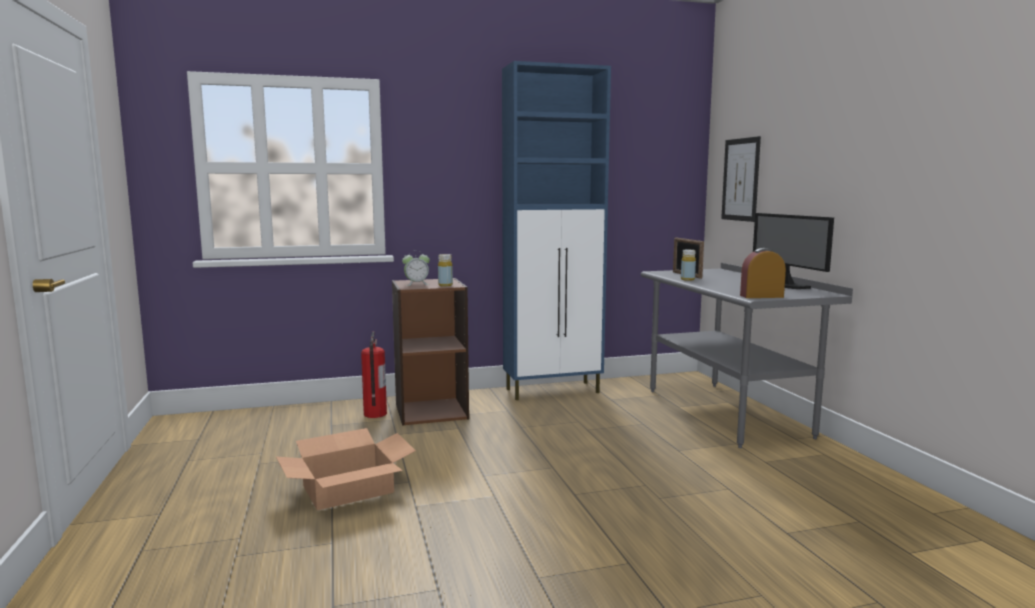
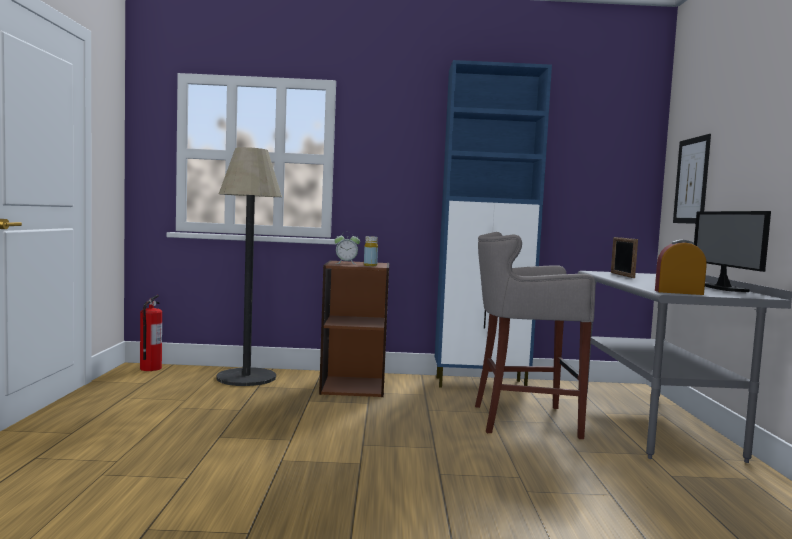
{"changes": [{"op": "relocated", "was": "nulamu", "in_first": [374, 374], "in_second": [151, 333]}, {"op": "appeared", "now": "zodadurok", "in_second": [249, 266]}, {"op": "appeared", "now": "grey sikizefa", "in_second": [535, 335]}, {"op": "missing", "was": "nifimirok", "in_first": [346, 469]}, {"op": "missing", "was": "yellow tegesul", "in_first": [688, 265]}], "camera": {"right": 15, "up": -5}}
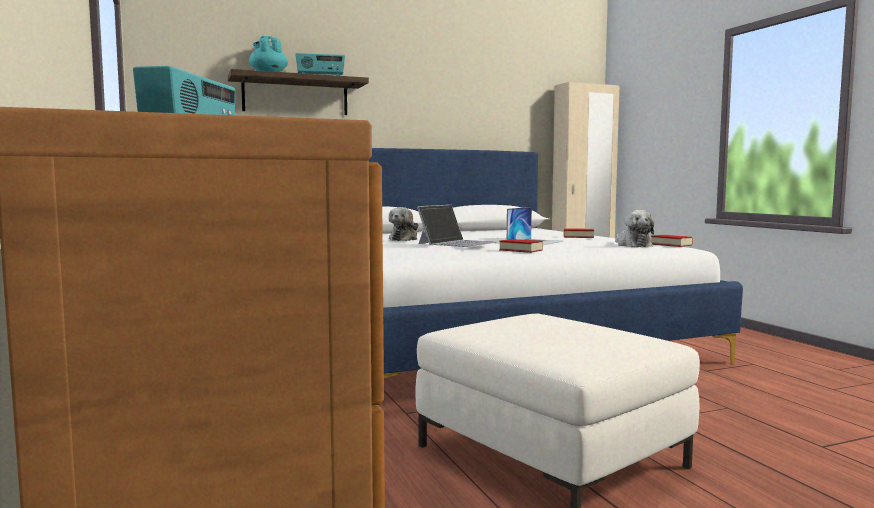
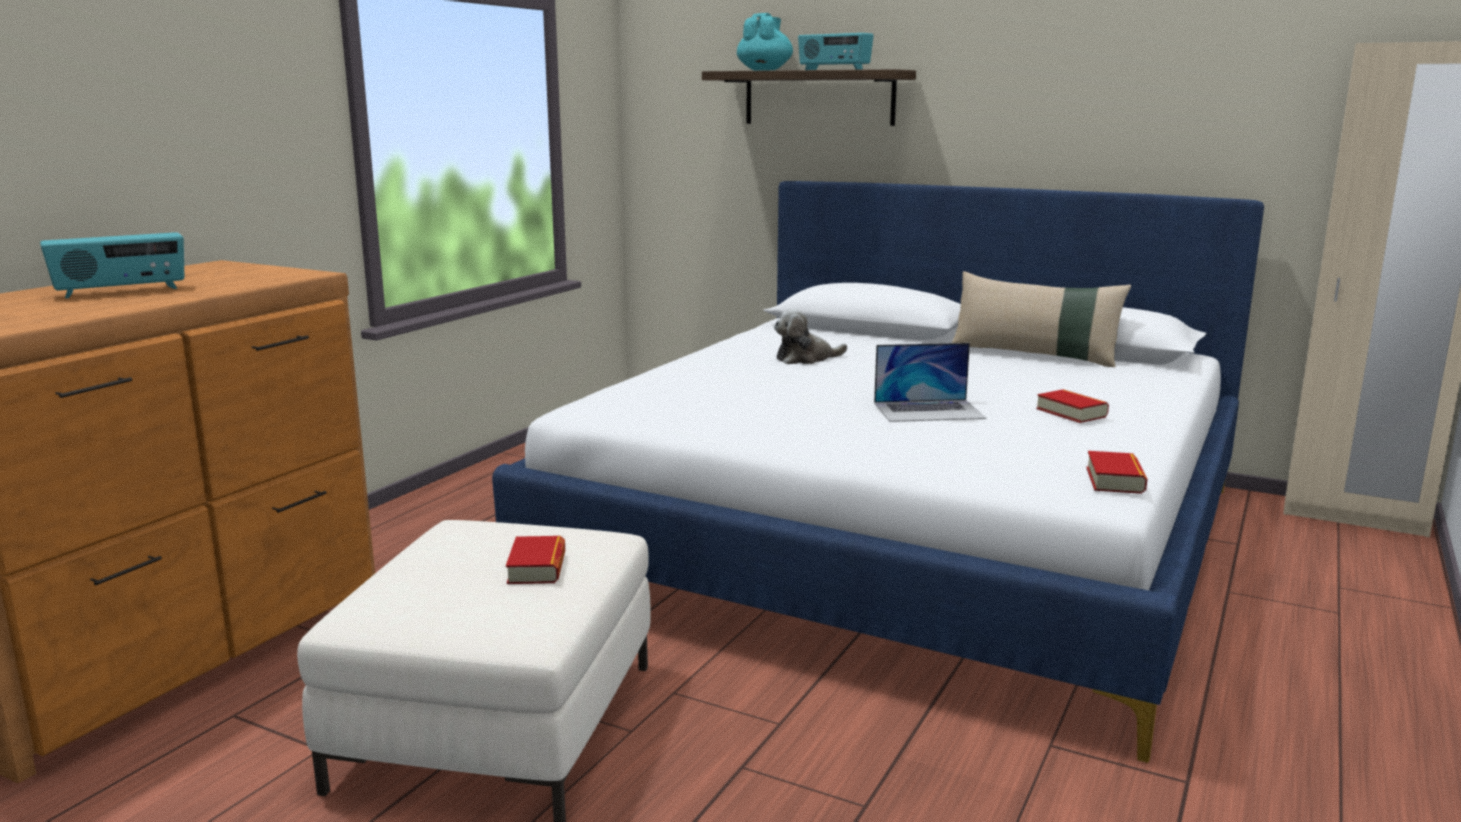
{"changes": [{"op": "relocated", "was": "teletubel", "in_first": [521, 246], "in_second": [535, 560]}, {"op": "appeared", "now": "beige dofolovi", "in_second": [1041, 319]}, {"op": "missing", "was": "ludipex", "in_first": [457, 226]}, {"op": "missing", "was": "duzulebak", "in_first": [635, 228]}], "camera": {"right": 50, "up": 10}}
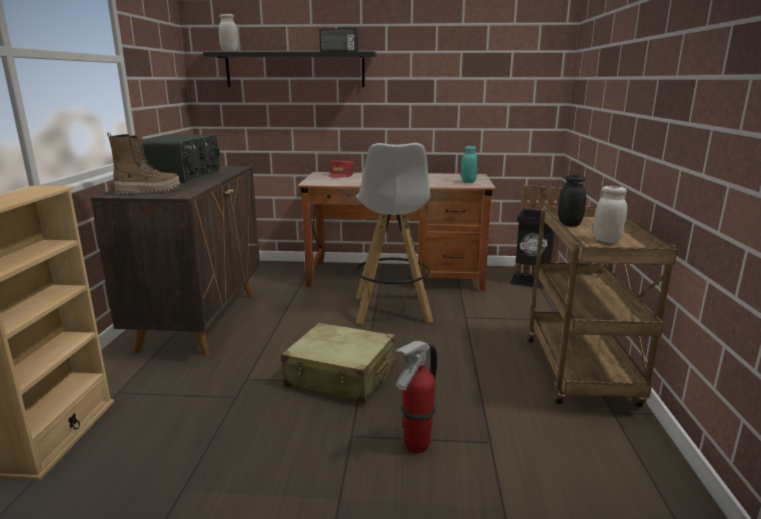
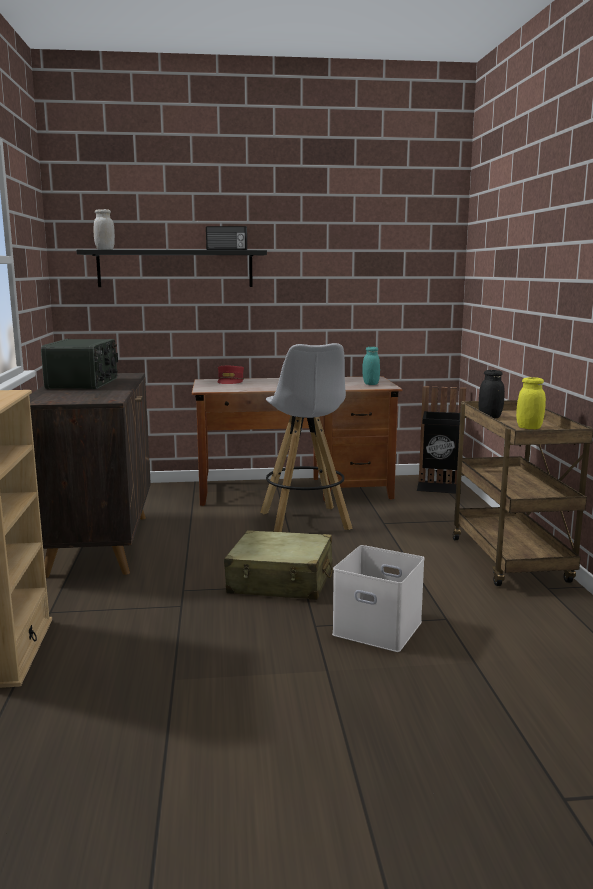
{"changes": [{"op": "exchanged", "was": "nulamu", "now": "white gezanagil", "in_first": [416, 397], "in_second": [378, 598]}, {"op": "colour", "was": "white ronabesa", "now": "yellow ronabesa", "in_first": [610, 214], "in_second": [531, 403]}, {"op": "missing", "was": "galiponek", "in_first": [143, 164]}], "camera": {"right": -10, "up": -5}}
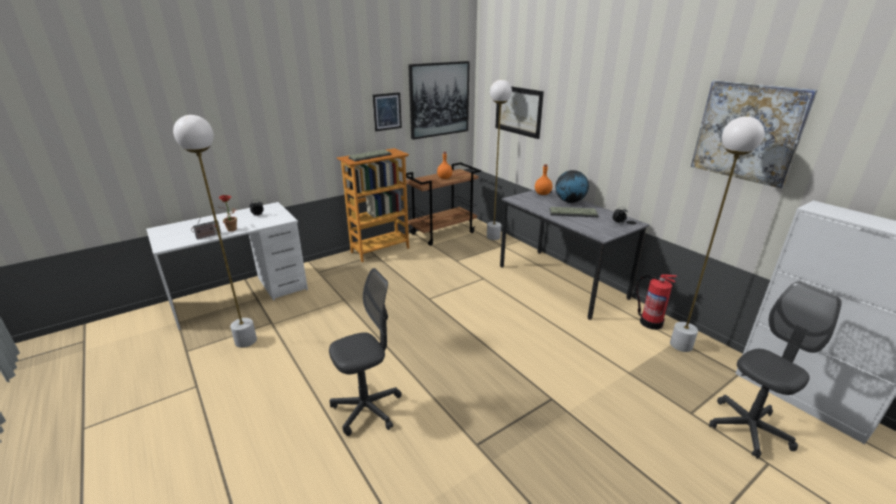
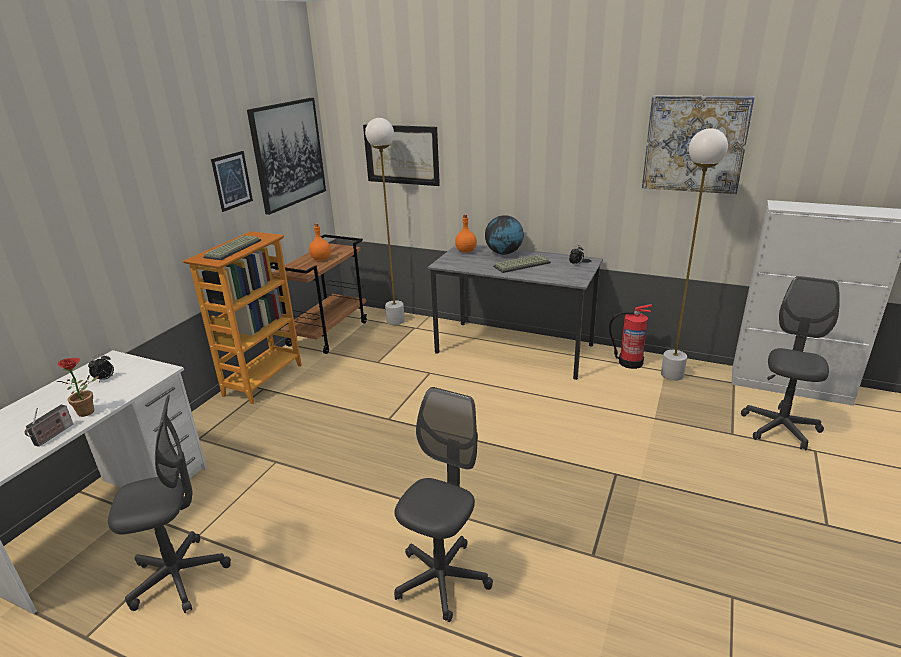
{"changes": [{"op": "exchanged", "was": "white zodadurok", "now": "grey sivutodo", "in_first": [215, 231], "in_second": [169, 504]}], "camera": {"right": -30, "up": 0}}
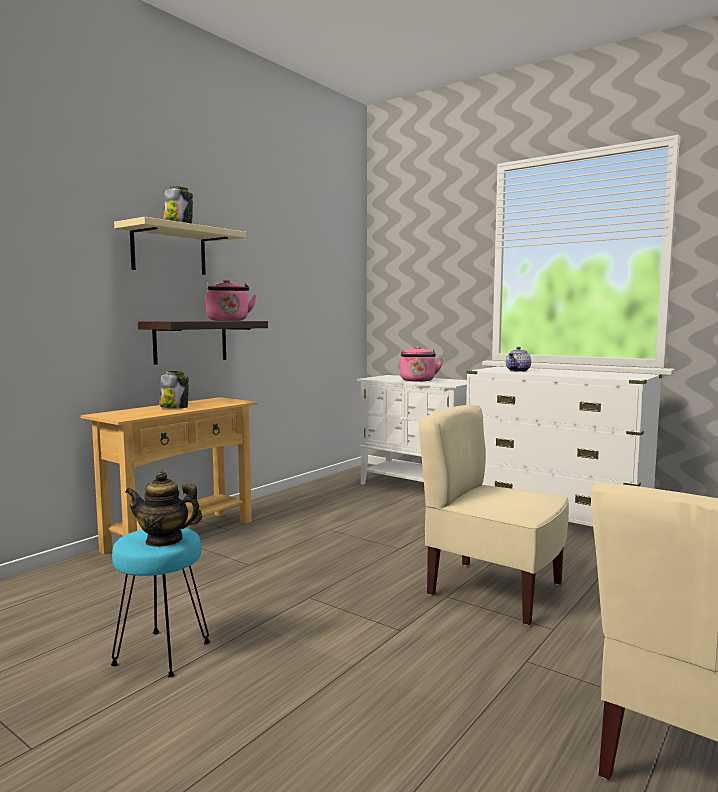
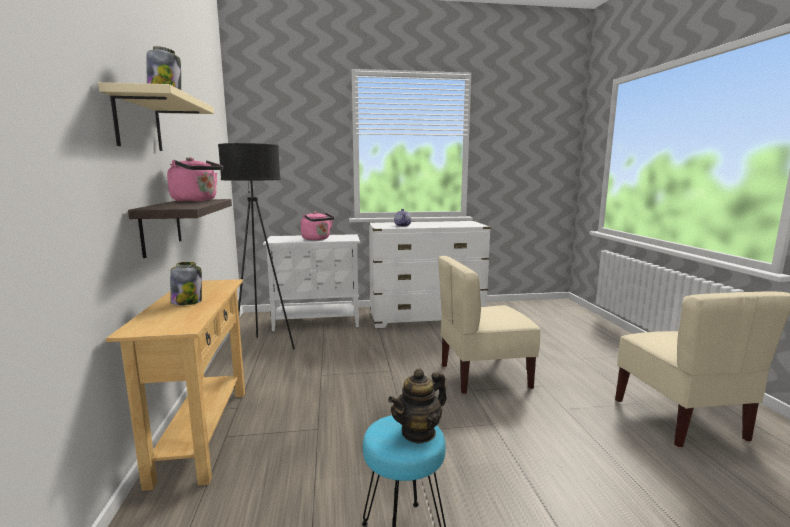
{"changes": [{"op": "appeared", "now": "black zodadurok", "in_second": [256, 246]}], "camera": {"right": -45, "up": 5}}
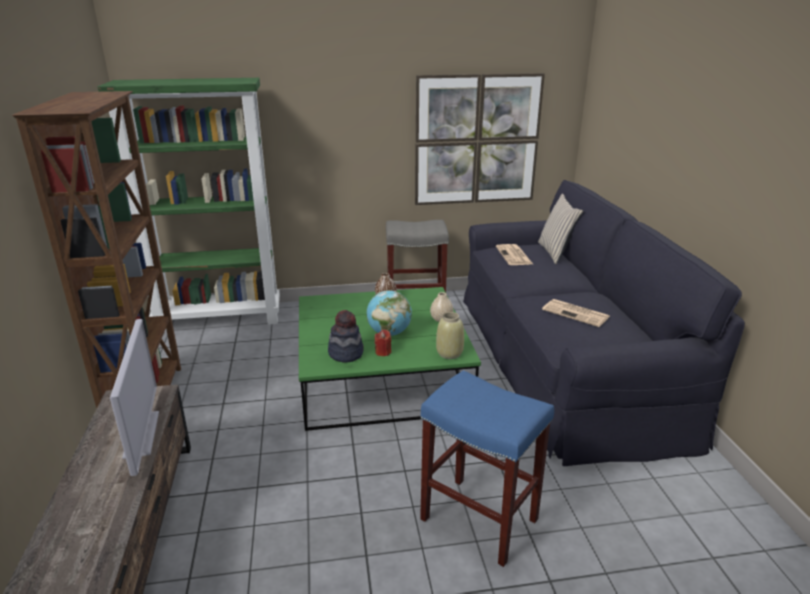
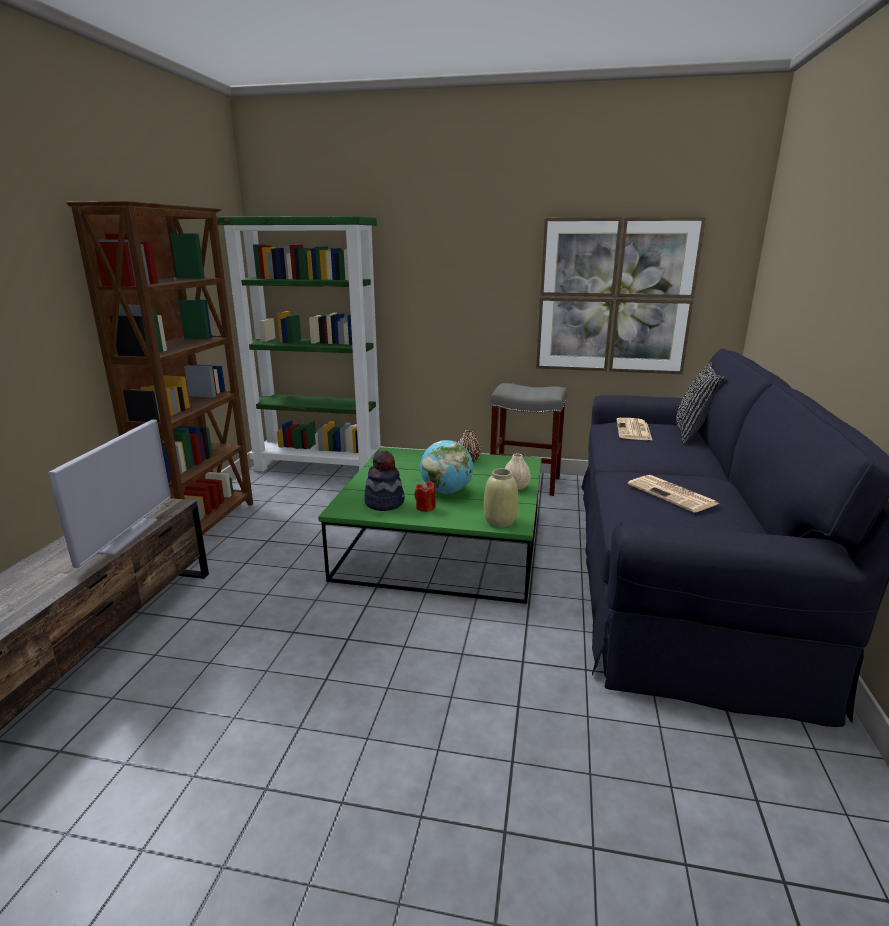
{"changes": [{"op": "colour", "was": "beige dofolovi", "now": "black dofolovi", "in_first": [560, 229], "in_second": [700, 403]}, {"op": "missing", "was": "blue sikizefa", "in_first": [487, 468]}], "camera": {"right": 20, "up": -5}}
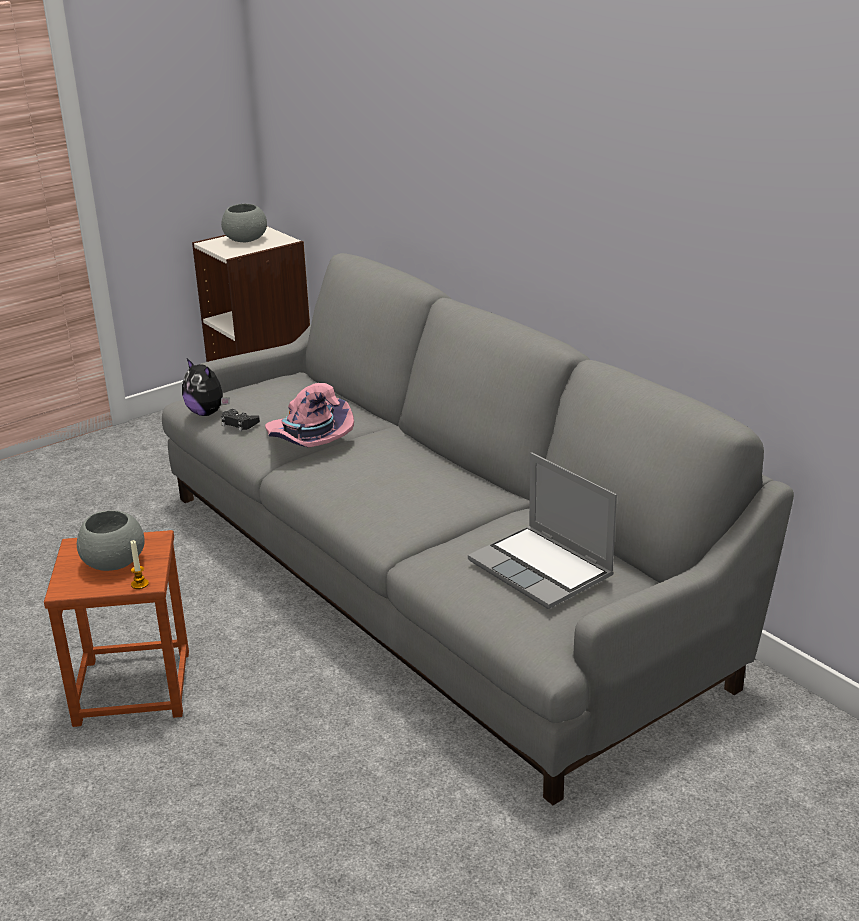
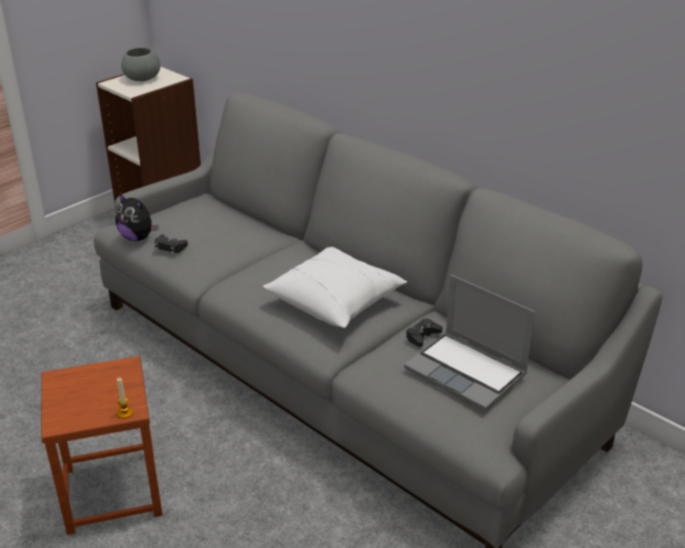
{"changes": [{"op": "appeared", "now": "white dofolovi", "in_second": [335, 287]}, {"op": "appeared", "now": "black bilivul", "in_second": [424, 332]}, {"op": "missing", "was": "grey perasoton", "in_first": [111, 540]}, {"op": "missing", "was": "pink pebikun", "in_first": [309, 415]}], "camera": {"right": -10, "up": 5}}
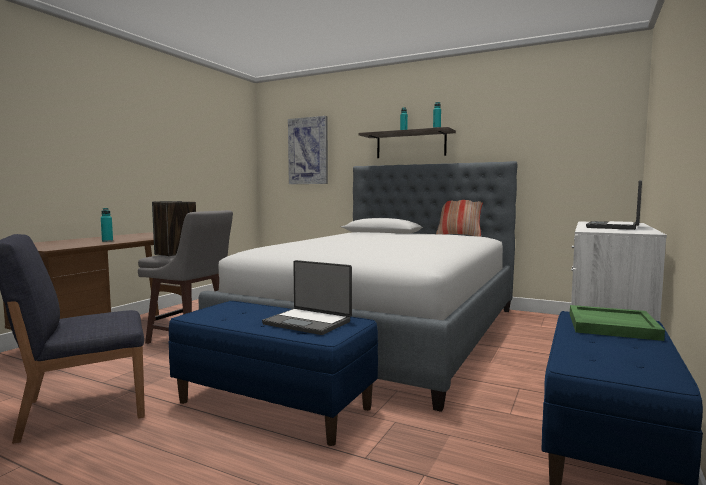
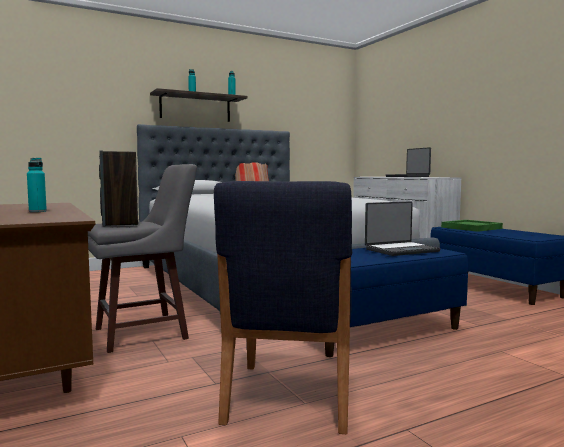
{"changes": [{"op": "missing", "was": "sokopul", "in_first": [308, 150]}], "camera": {"right": -55, "up": 0}}
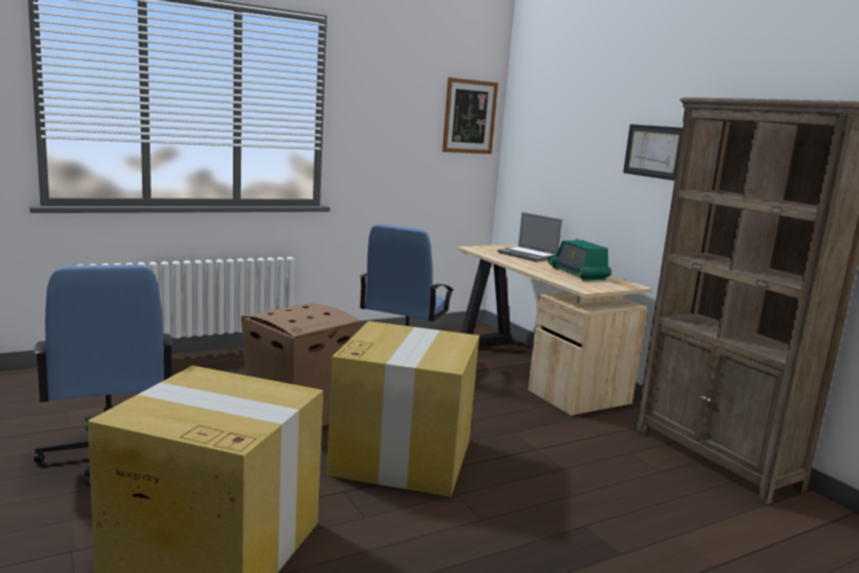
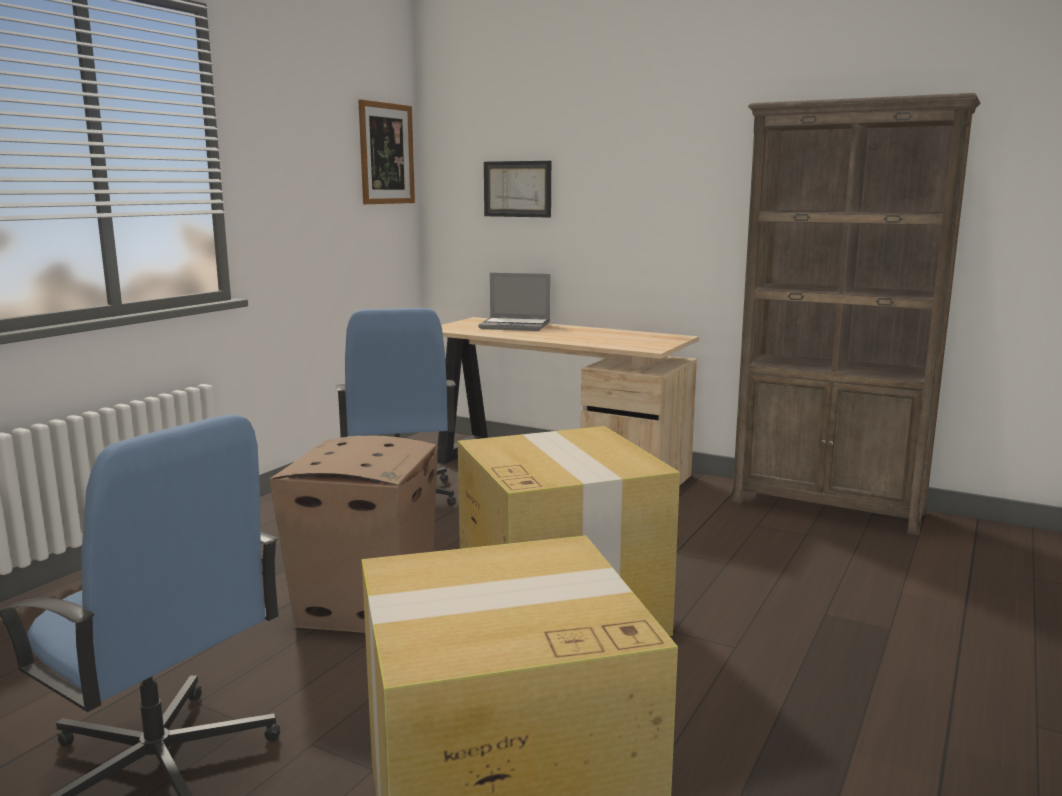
{"changes": [{"op": "relocated", "was": "sokopul", "in_first": [653, 152], "in_second": [517, 189]}, {"op": "missing", "was": "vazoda", "in_first": [579, 260]}], "camera": {"right": -30, "up": 0}}
